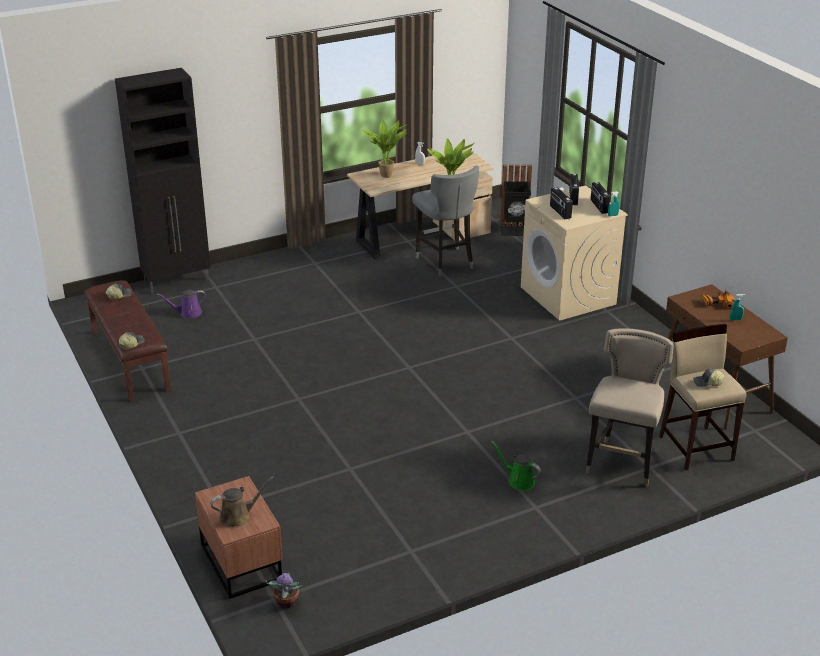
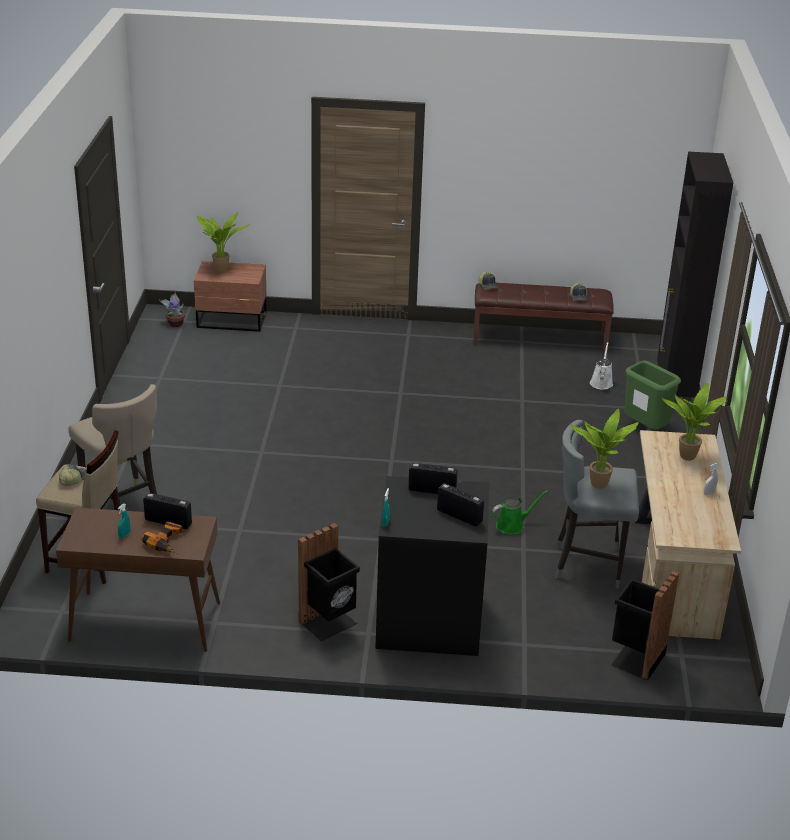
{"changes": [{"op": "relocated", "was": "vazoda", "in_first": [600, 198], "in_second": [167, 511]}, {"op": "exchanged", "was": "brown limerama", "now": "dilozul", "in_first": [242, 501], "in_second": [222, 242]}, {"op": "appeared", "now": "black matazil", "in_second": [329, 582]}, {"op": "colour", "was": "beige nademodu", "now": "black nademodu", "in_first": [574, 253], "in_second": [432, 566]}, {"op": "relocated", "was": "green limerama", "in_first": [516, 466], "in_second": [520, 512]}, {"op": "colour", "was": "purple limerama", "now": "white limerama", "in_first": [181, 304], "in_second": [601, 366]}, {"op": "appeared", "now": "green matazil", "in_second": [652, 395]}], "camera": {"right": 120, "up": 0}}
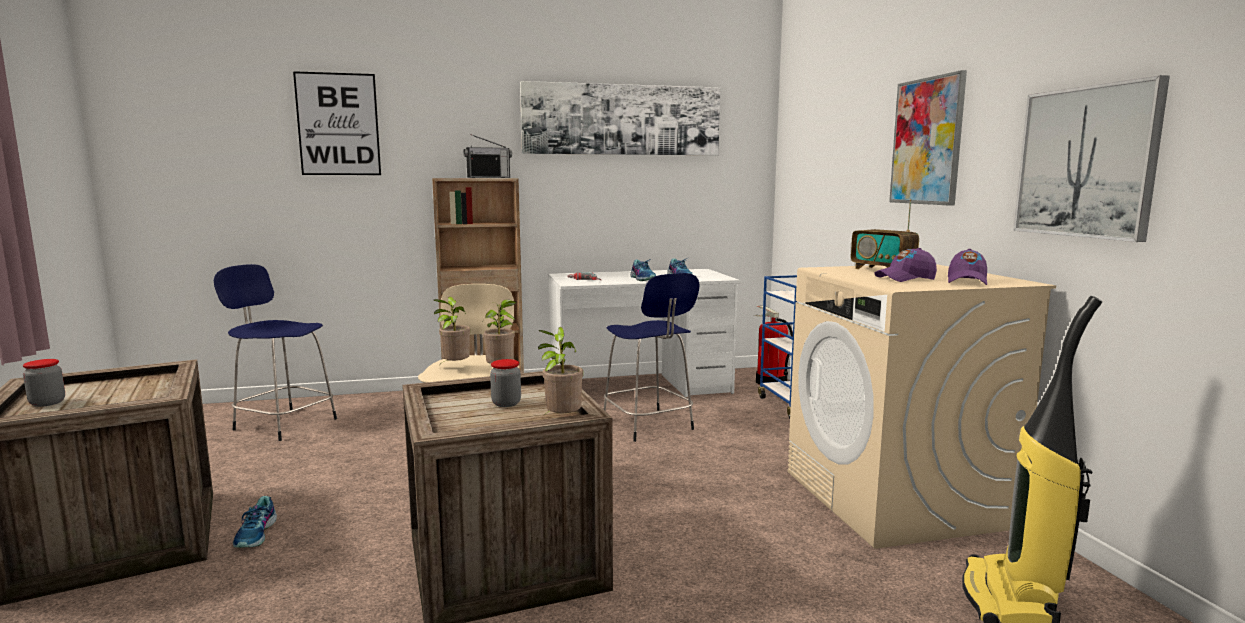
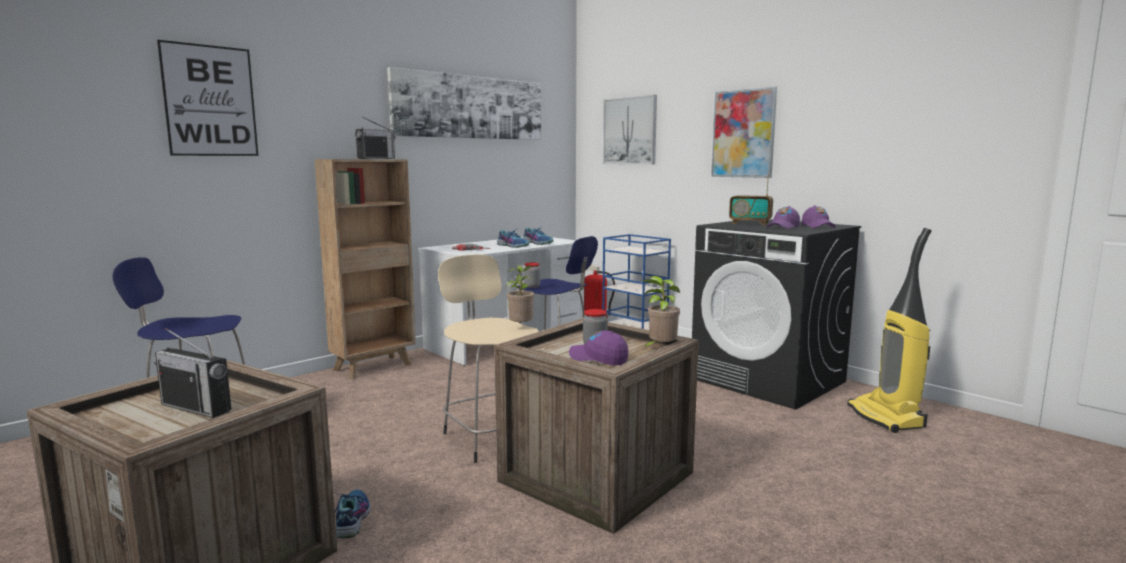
{"changes": [{"op": "appeared", "now": "vazoda", "in_second": [192, 373]}, {"op": "spun", "was": "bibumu", "in_first": [255, 522], "in_second": [352, 513], "clockwise": -150}, {"op": "relocated", "was": "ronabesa", "in_first": [44, 383], "in_second": [532, 275]}, {"op": "appeared", "now": "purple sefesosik", "in_second": [599, 347]}, {"op": "relocated", "was": "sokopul", "in_first": [1091, 158], "in_second": [630, 130]}, {"op": "colour", "was": "beige nademodu", "now": "black nademodu", "in_first": [922, 406], "in_second": [776, 314]}, {"op": "missing", "was": "dilozul", "in_first": [452, 330]}], "camera": {"right": -30, "up": 0}}
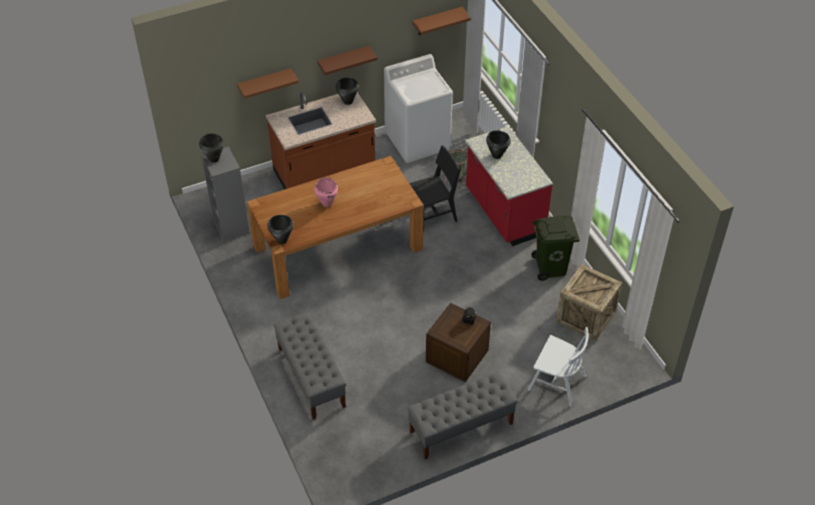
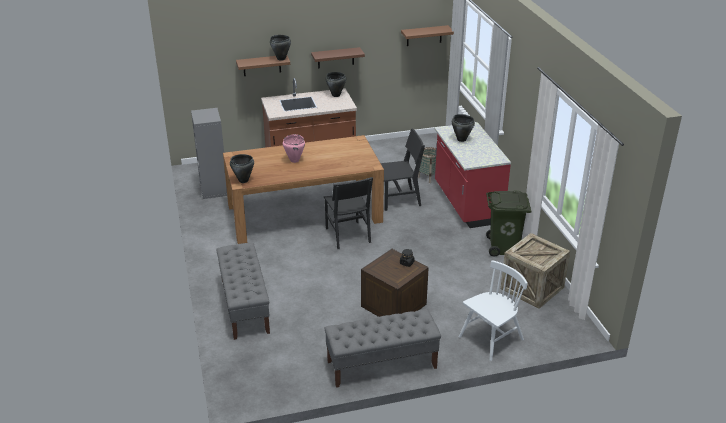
{"changes": [{"op": "relocated", "was": "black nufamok", "in_first": [211, 148], "in_second": [280, 48]}, {"op": "appeared", "now": "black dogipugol", "in_second": [348, 213]}, {"op": "spun", "was": "white dogipugol", "in_first": [558, 367], "in_second": [493, 310], "clockwise": -75}, {"op": "missing", "was": "white nademodu", "in_first": [418, 108]}], "camera": {"right": 10, "up": -15}}
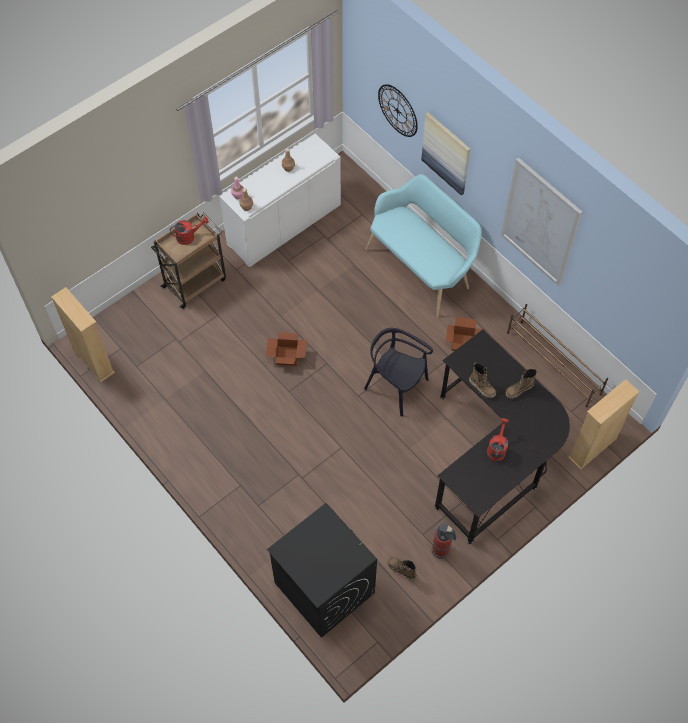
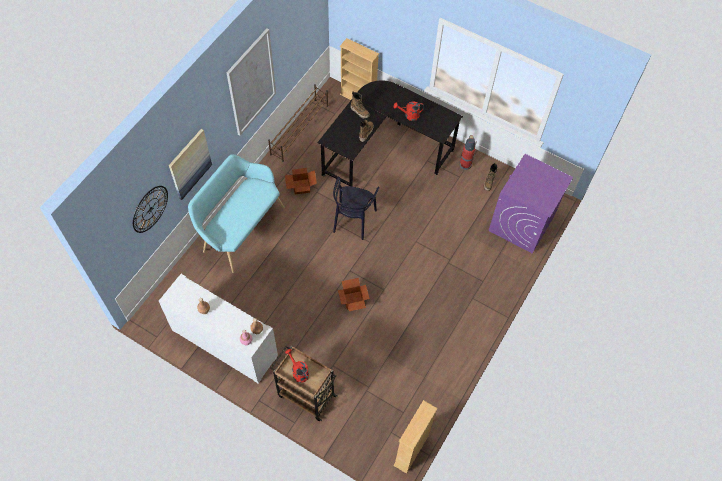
{"changes": [{"op": "colour", "was": "black nademodu", "now": "purple nademodu", "in_first": [322, 570], "in_second": [531, 204]}], "camera": {"right": -110, "up": 0}}
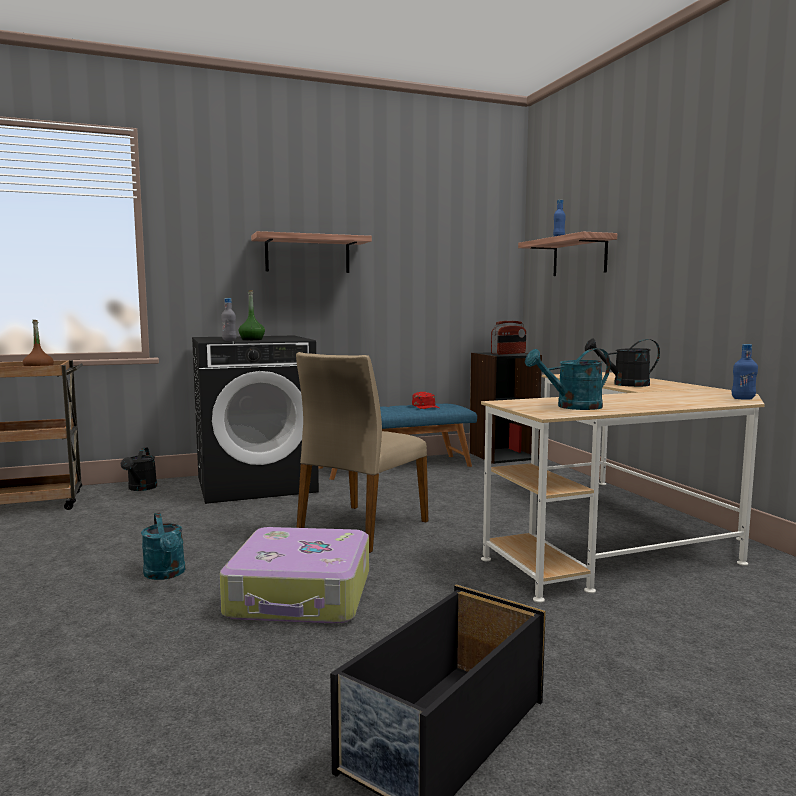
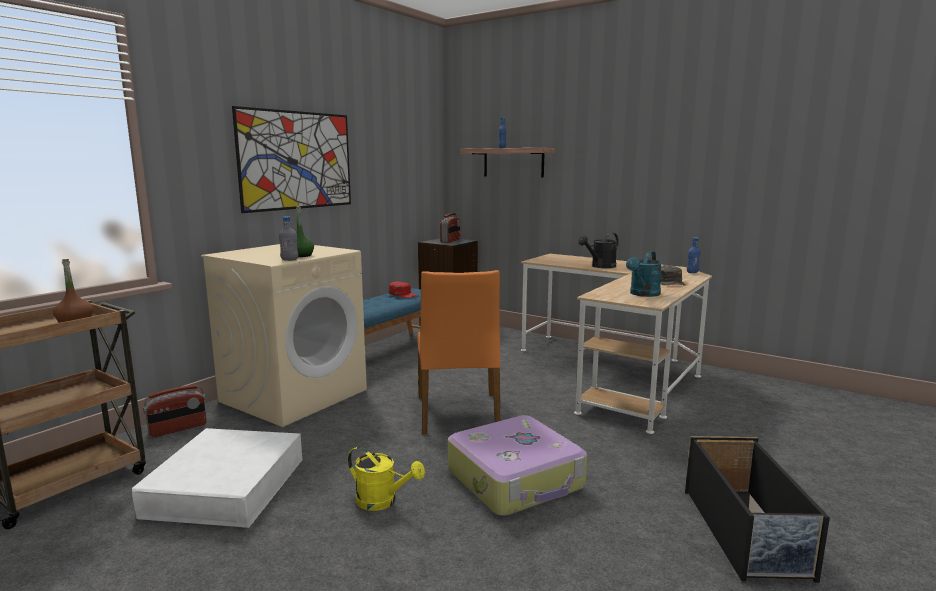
{"changes": [{"op": "appeared", "now": "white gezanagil", "in_second": [217, 478]}, {"op": "exchanged", "was": "black limerama", "now": "vazoda", "in_first": [139, 469], "in_second": [174, 411]}, {"op": "colour", "was": "black nademodu", "now": "beige nademodu", "in_first": [255, 420], "in_second": [284, 335]}, {"op": "exchanged", "was": "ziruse", "now": "sokopul", "in_first": [311, 252], "in_second": [291, 159]}, {"op": "colour", "was": "turquoise limerama", "now": "yellow limerama", "in_first": [163, 546], "in_second": [386, 478]}, {"op": "colour", "was": "beige dogipugol", "now": "orange dogipugol", "in_first": [362, 452], "in_second": [459, 352]}, {"op": "appeared", "now": "green sefesosik", "in_second": [673, 275]}], "camera": {"right": -35, "up": 5}}
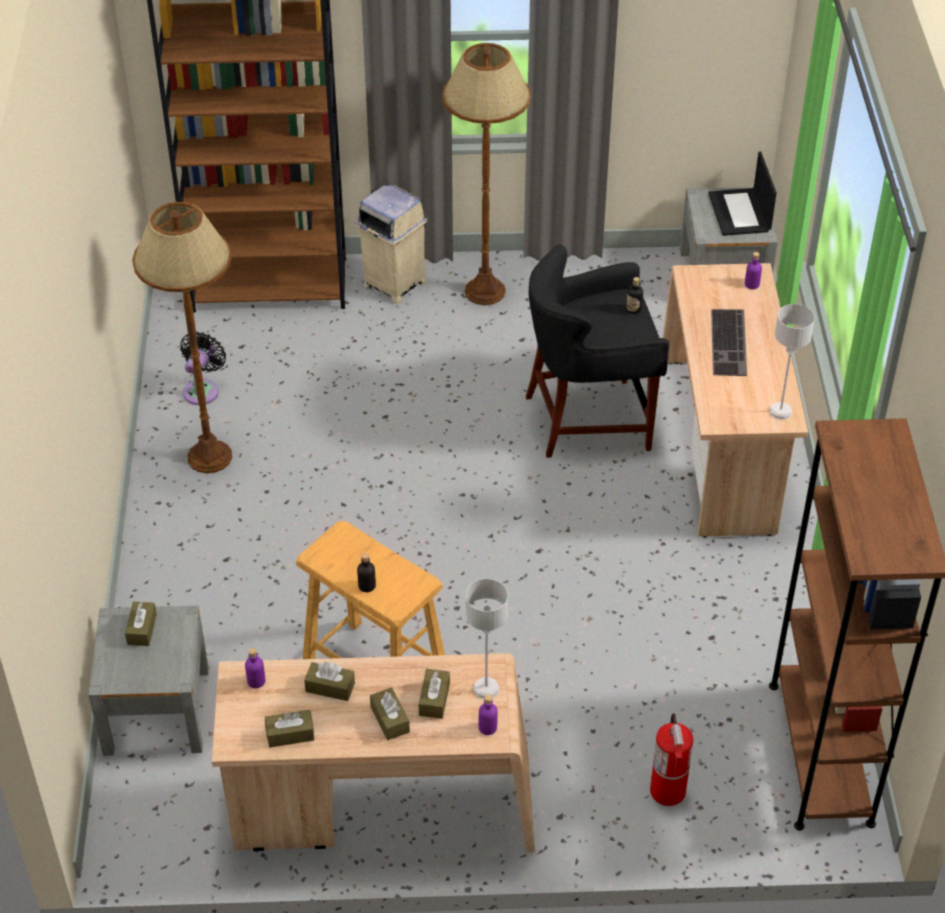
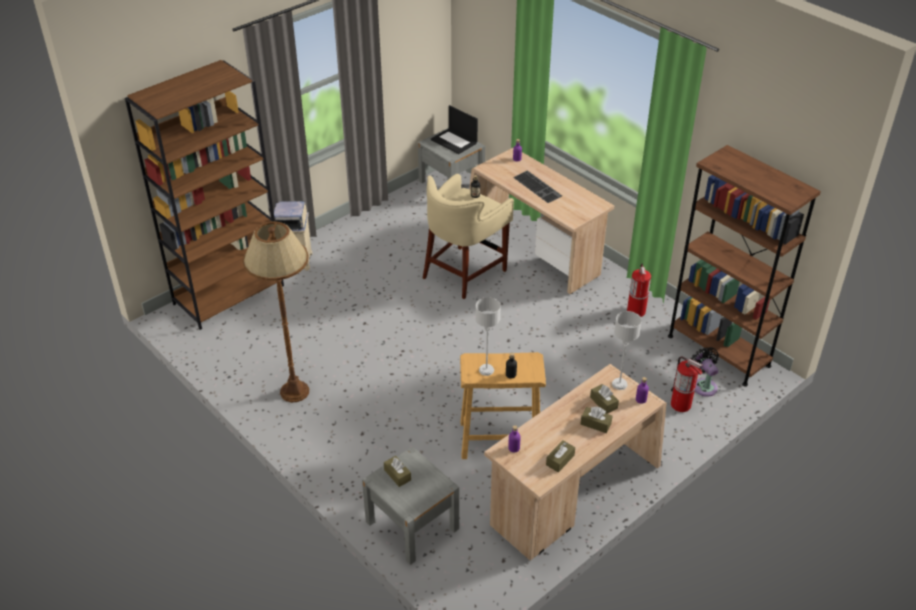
{"changes": [{"op": "colour", "was": "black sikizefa", "now": "beige sikizefa", "in_first": [597, 351], "in_second": [468, 236]}, {"op": "relocated", "was": "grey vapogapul", "in_first": [792, 362], "in_second": [488, 336]}, {"op": "appeared", "now": "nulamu", "in_second": [639, 290]}, {"op": "relocated", "was": "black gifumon", "in_first": [203, 368], "in_second": [704, 372]}, {"op": "missing", "was": "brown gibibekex", "in_first": [329, 681]}, {"op": "missing", "was": "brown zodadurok", "in_first": [486, 174]}], "camera": {"right": -40, "up": -5}}
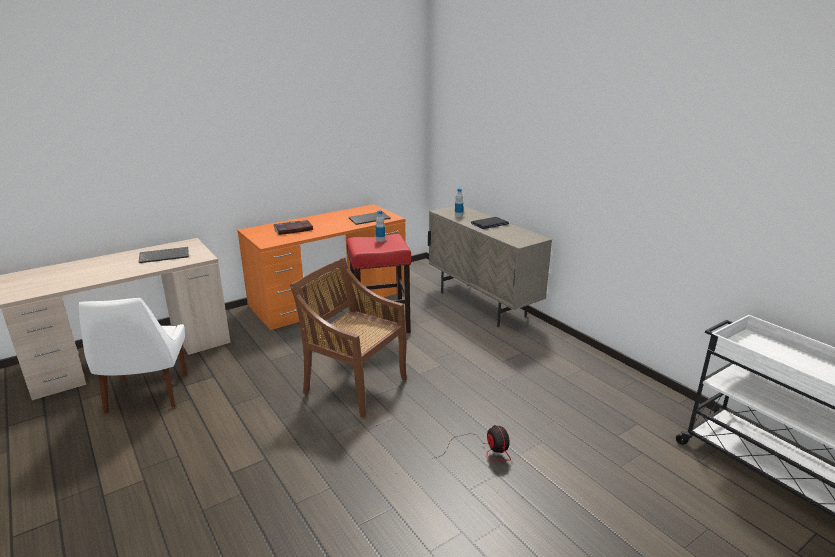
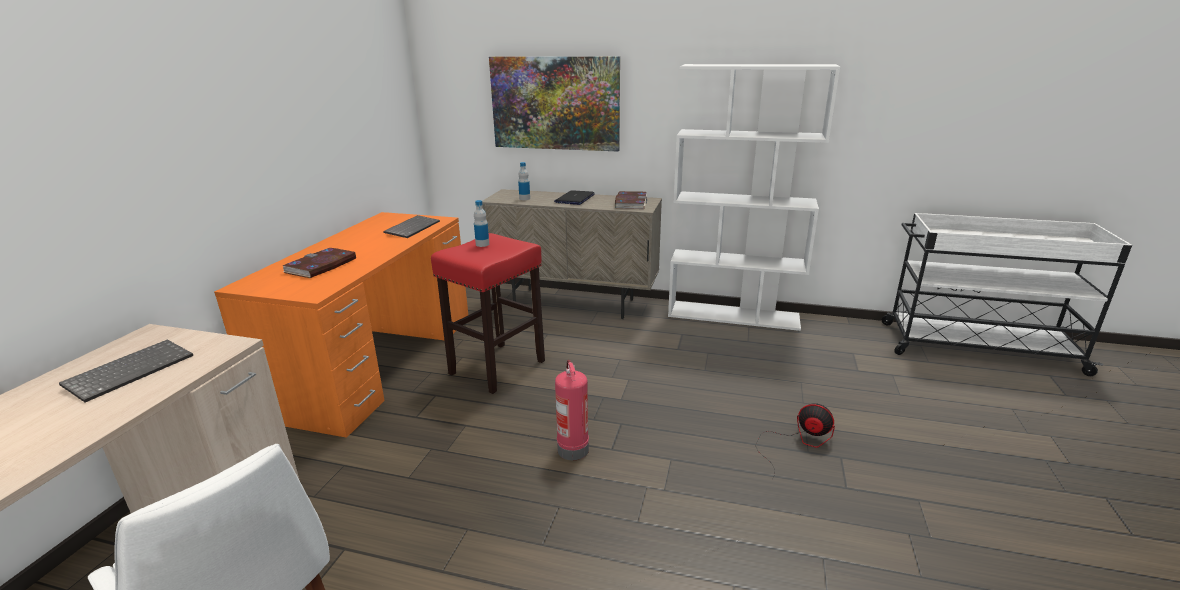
{"changes": [{"op": "appeared", "now": "sokopul", "in_second": [554, 103]}, {"op": "exchanged", "was": "brown dogipugol", "now": "nulamu", "in_first": [348, 337], "in_second": [572, 410]}, {"op": "appeared", "now": "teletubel", "in_second": [631, 200]}, {"op": "appeared", "now": "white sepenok", "in_second": [754, 197]}], "camera": {"right": -40, "up": 0}}
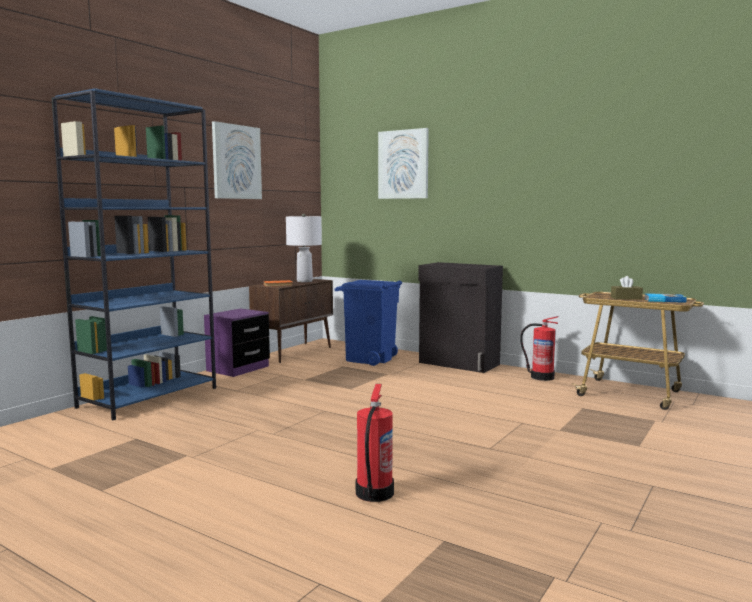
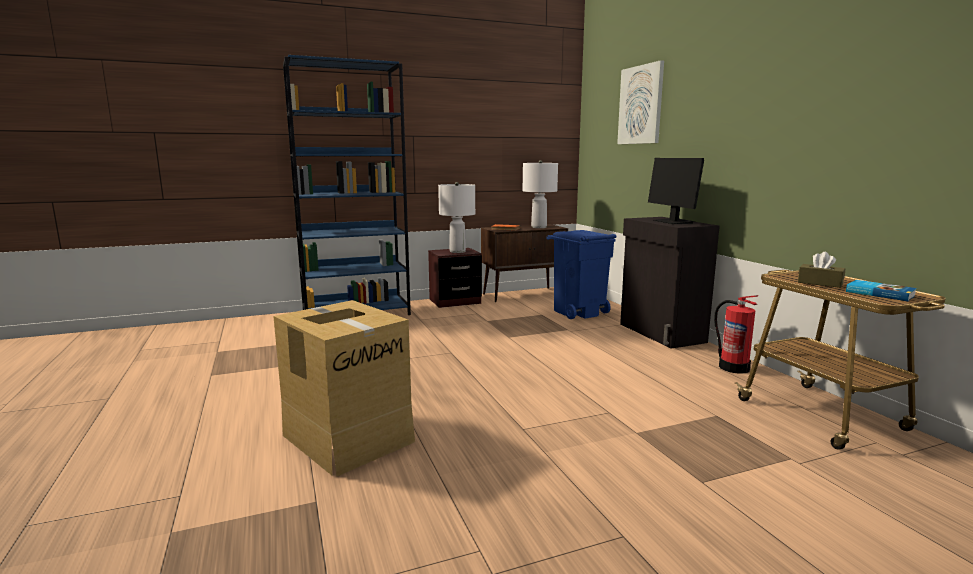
{"changes": [{"op": "exchanged", "was": "nulamu", "now": "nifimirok", "in_first": [375, 443], "in_second": [344, 388]}, {"op": "colour", "was": "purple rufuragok", "now": "brown rufuragok", "in_first": [237, 342], "in_second": [455, 278]}, {"op": "appeared", "now": "white vapogapul", "in_second": [456, 217]}, {"op": "appeared", "now": "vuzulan", "in_second": [676, 191]}, {"op": "missing", "was": "sokopul", "in_first": [237, 160]}], "camera": {"right": 35, "up": 5}}
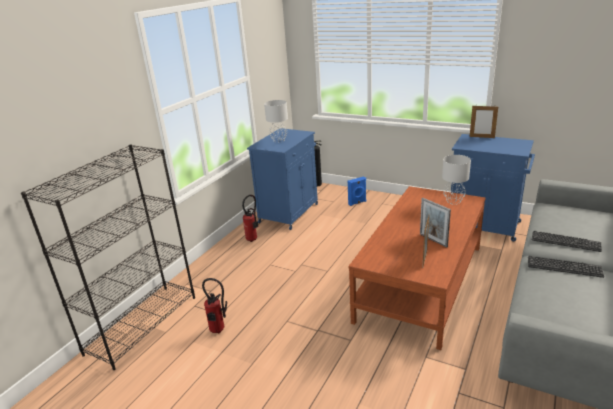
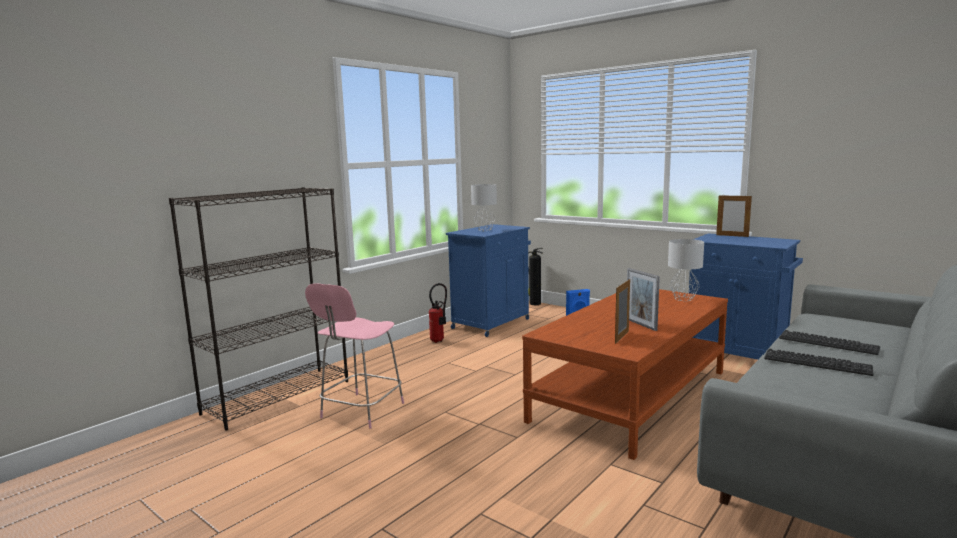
{"changes": [{"op": "exchanged", "was": "nulamu", "now": "pink dogipugol", "in_first": [214, 306], "in_second": [354, 356]}], "camera": {"right": 10, "up": -15}}
